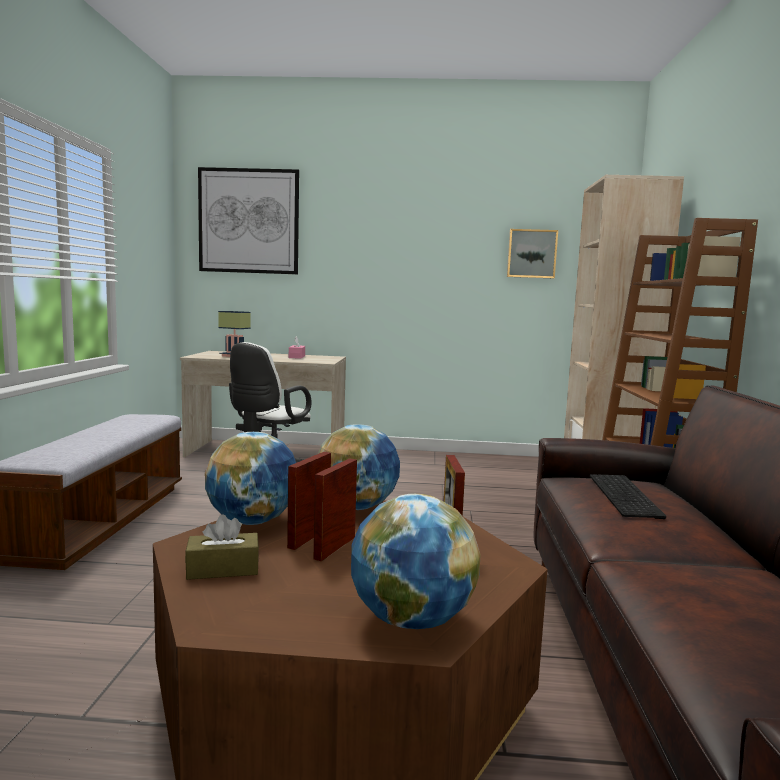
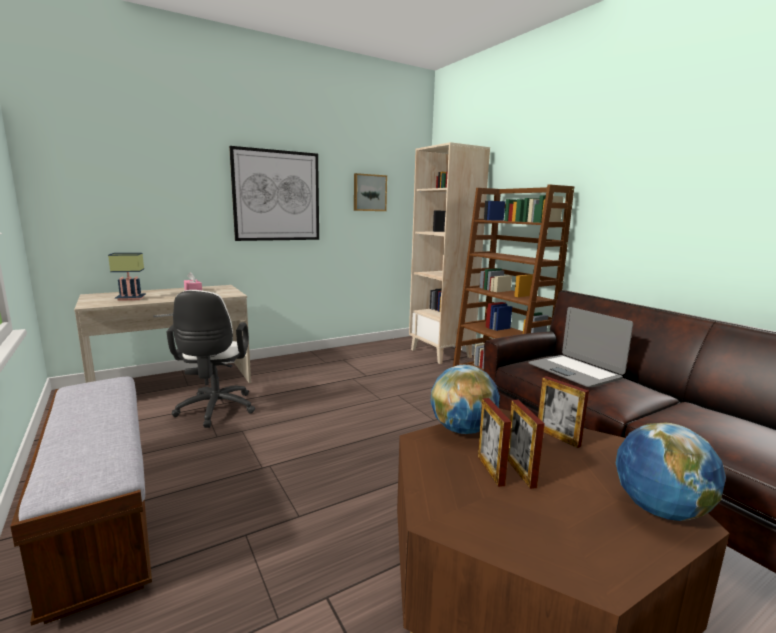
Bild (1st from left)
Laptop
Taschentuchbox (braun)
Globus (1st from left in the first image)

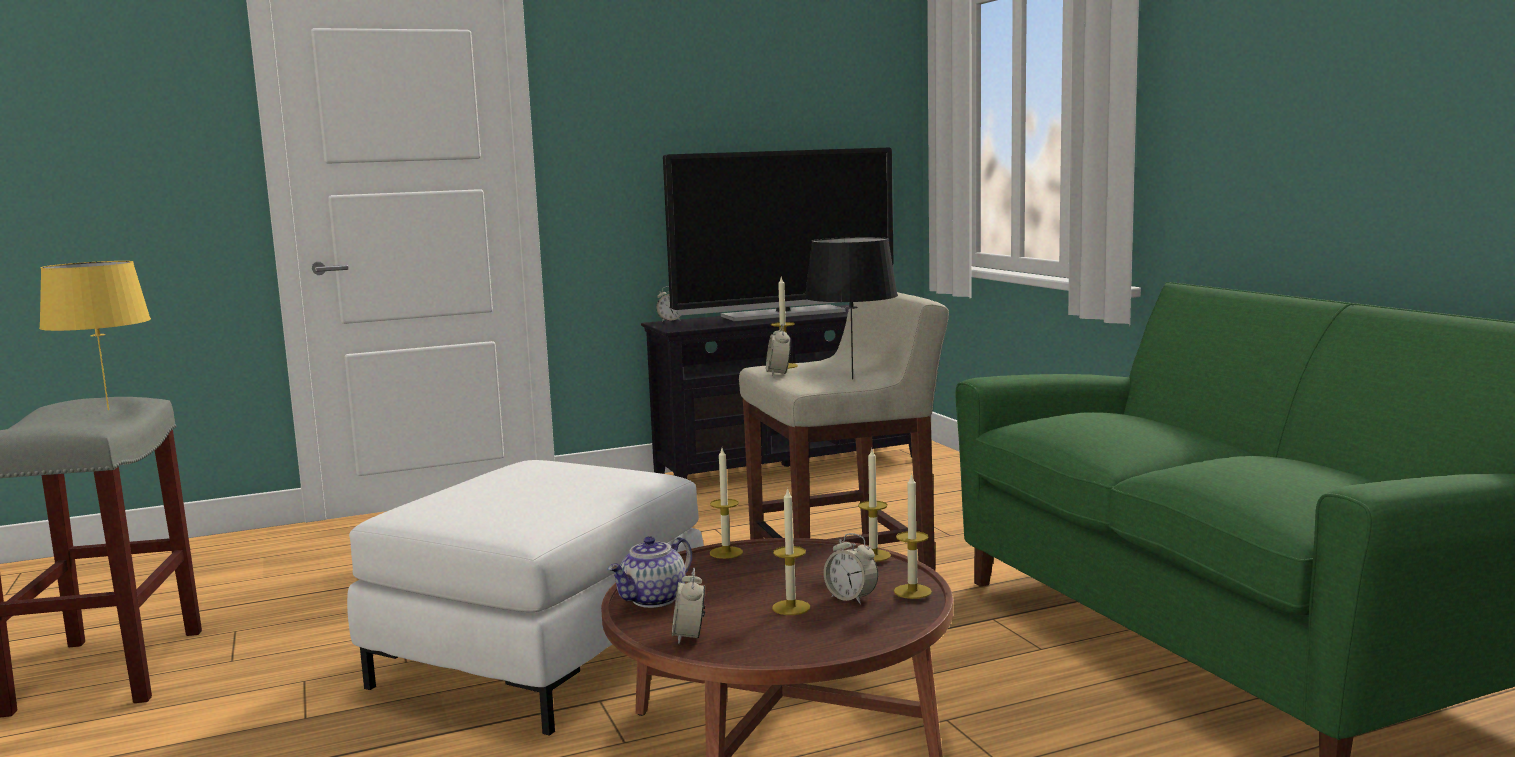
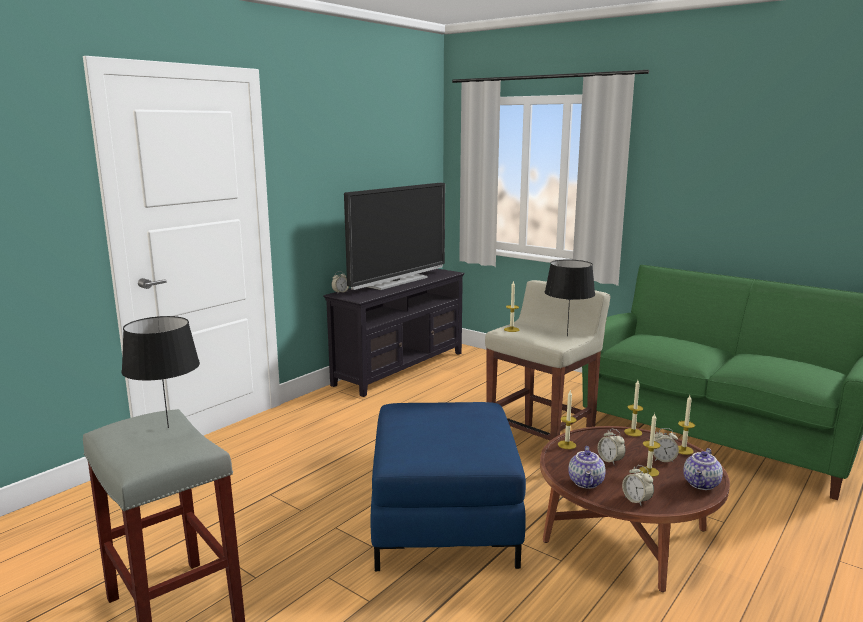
Tischlampe (schwarz) (1st from left)
Polsterhocker (blau)
Wecker (2nd from left)
Teekanne (2nd from left)

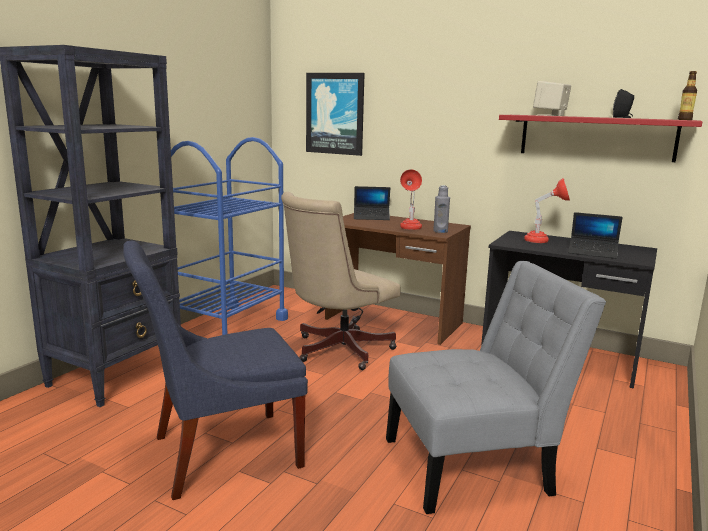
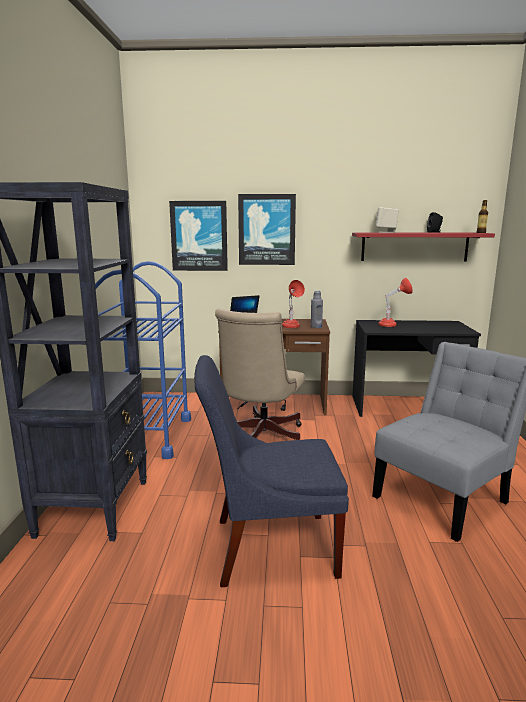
Stuhl (blau)
Bild (2nd from left)
Laptop (2nd from left in the first image)

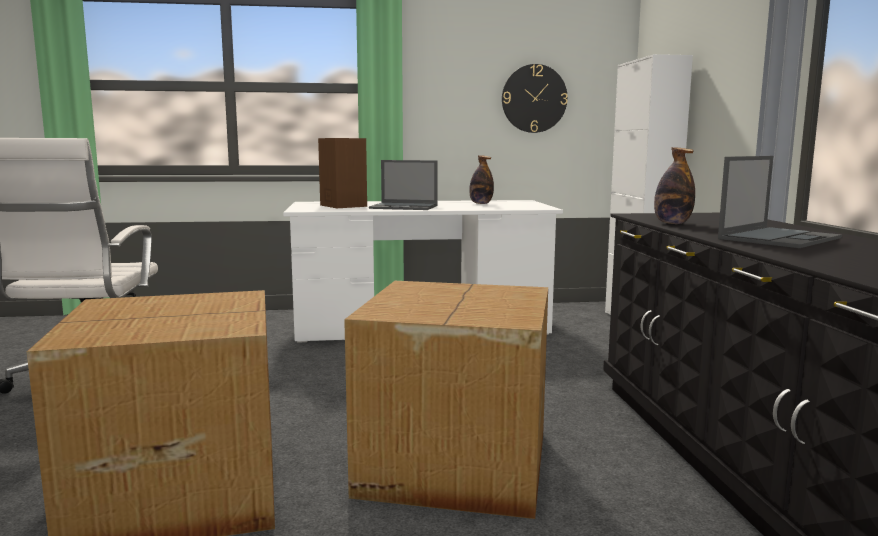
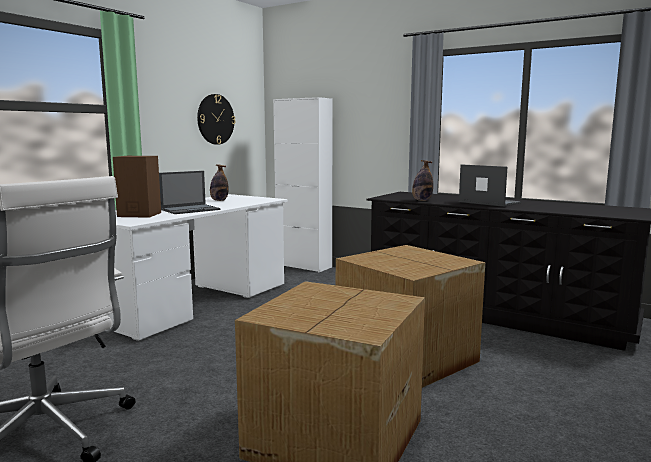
Laptop (2nd from left)

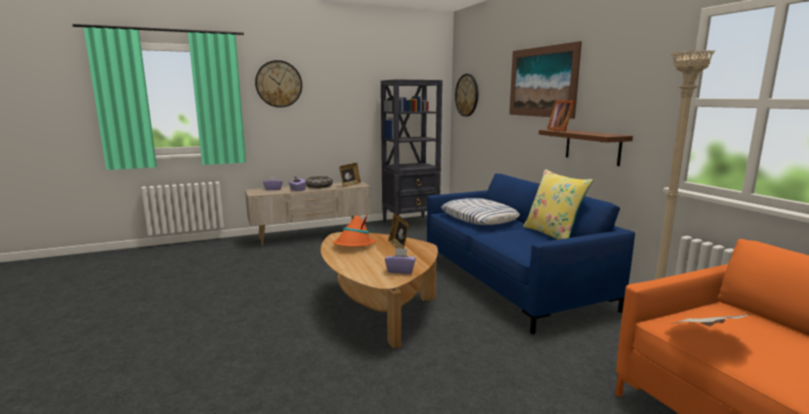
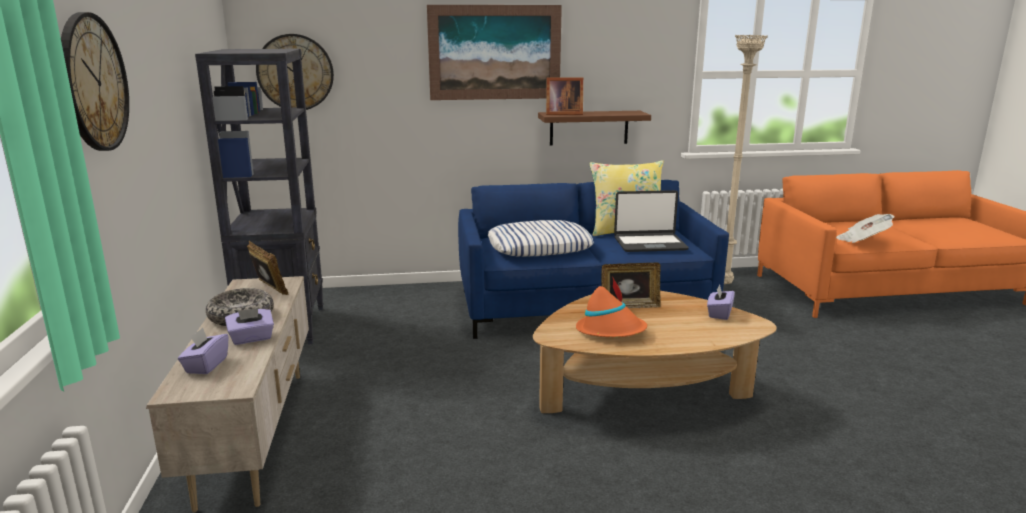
Laptop

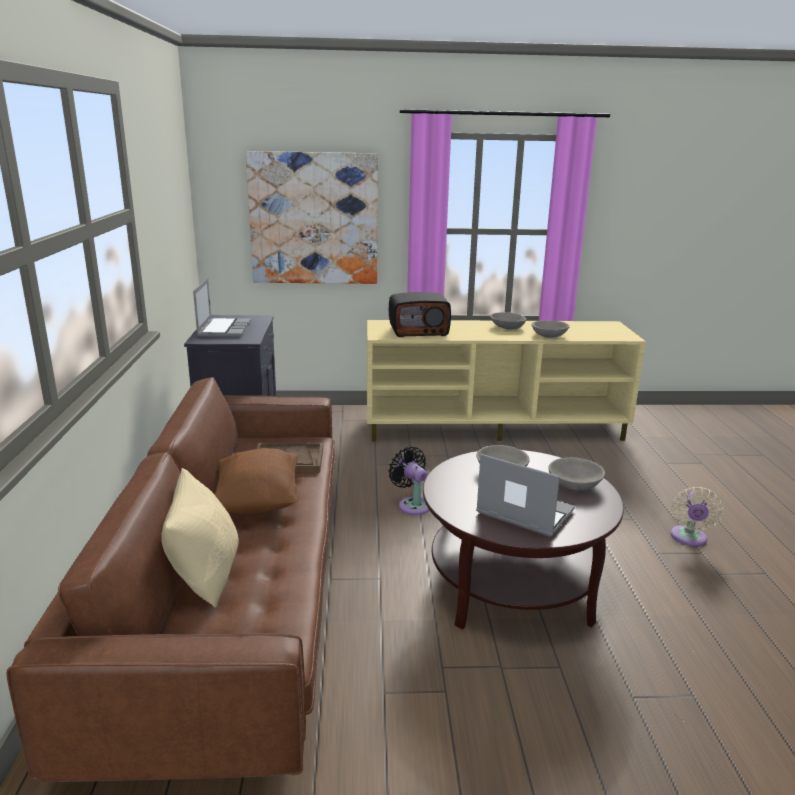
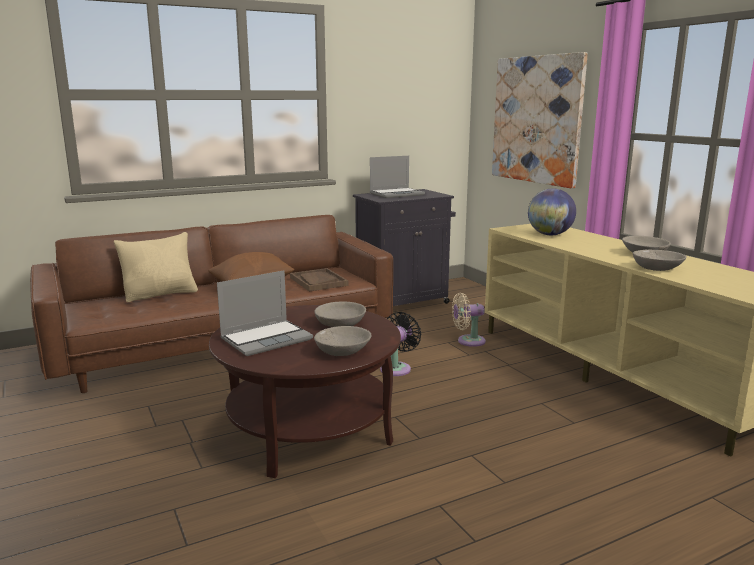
Laptop (1st from left)
Ventilator (beige)
Globus

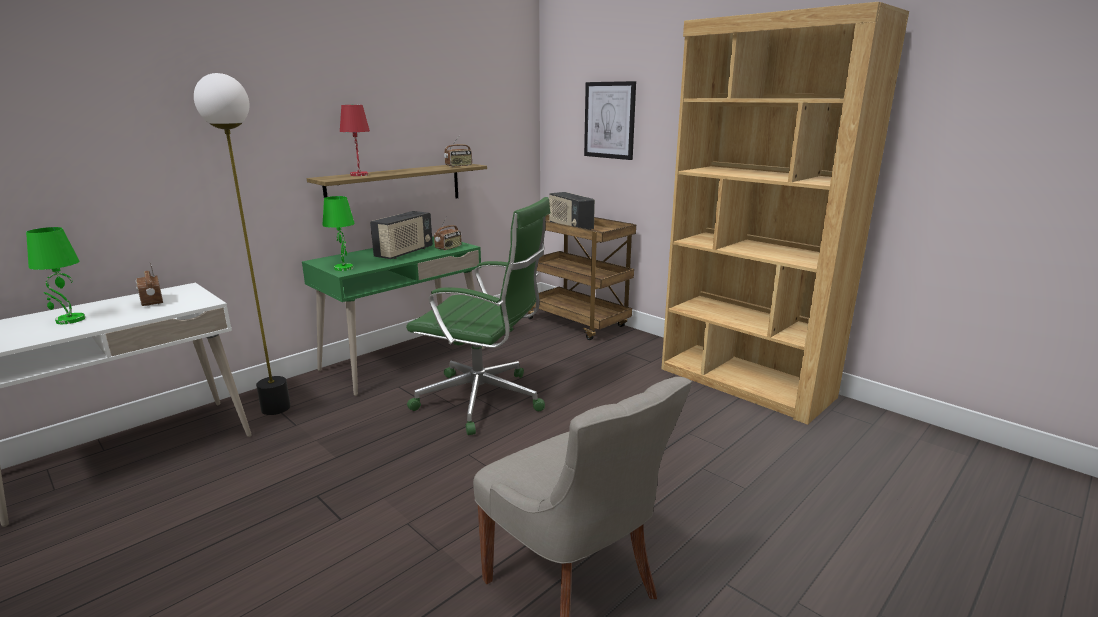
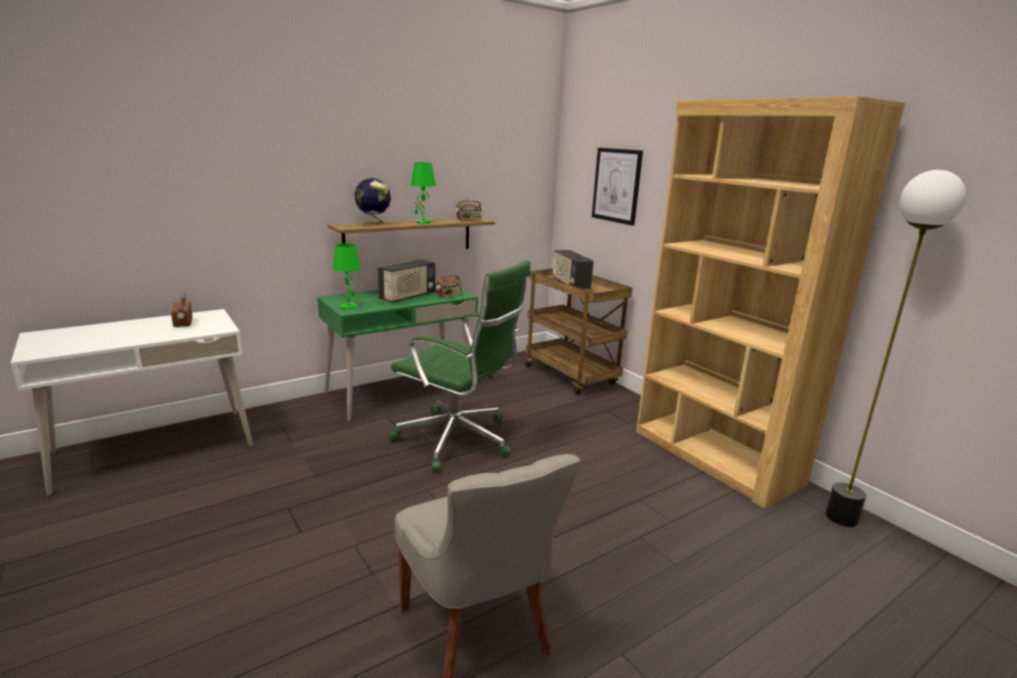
Globus
Tischlampe (grün) (2nd from left)
Stehlampe

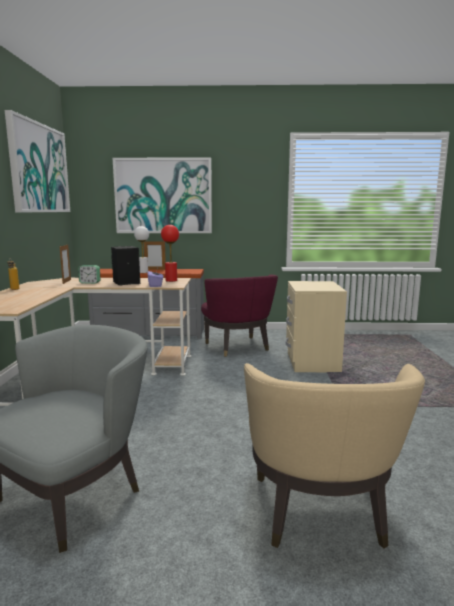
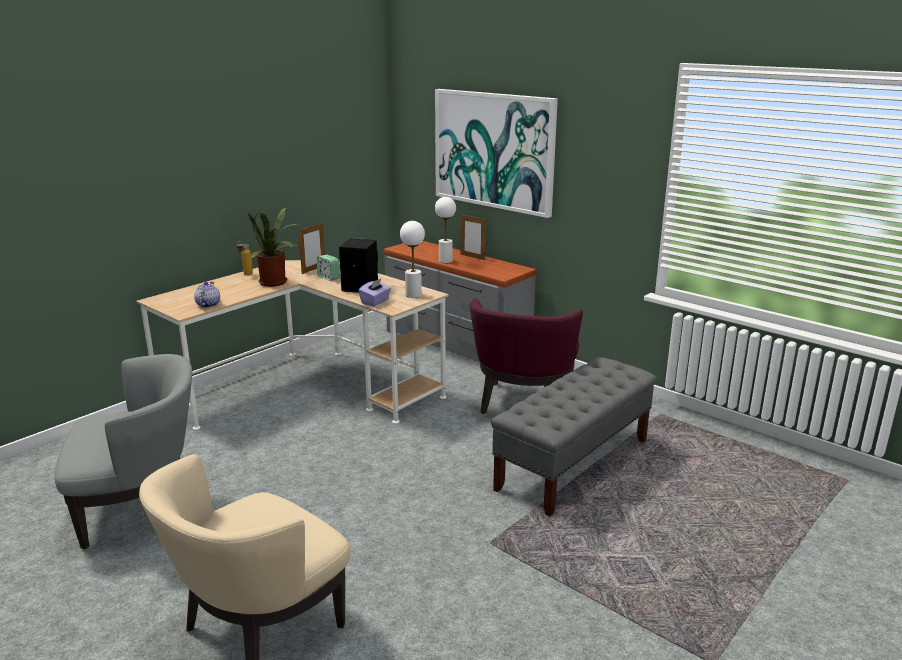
Teekanne
Topfpflanze
Tischlampe (weiß) (1st from left)
Bank (grau)
Bild (1st from left in the first image)

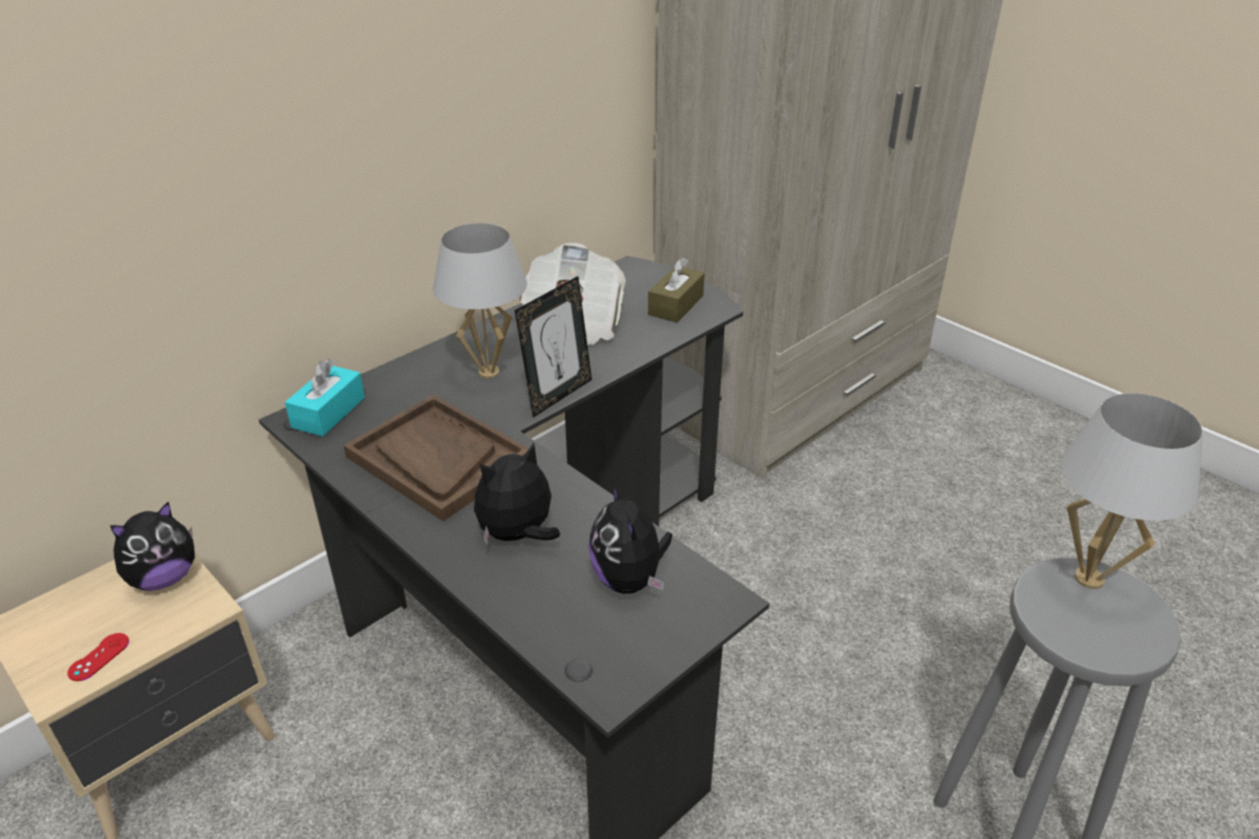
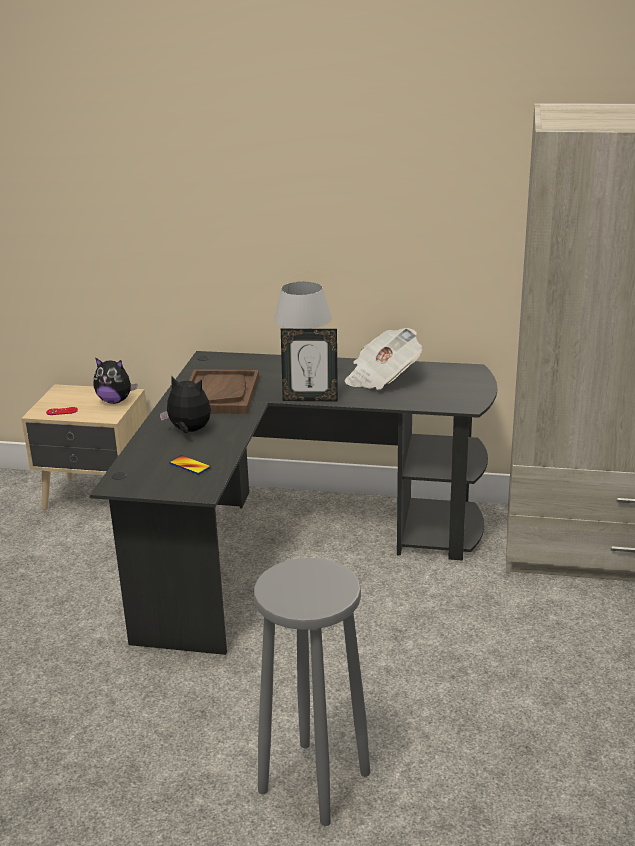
Handy
Taschentuchbox (türkis)
Taschentuchbox (braun)
Tischlampe (weiß) (2nd from left in the first image)

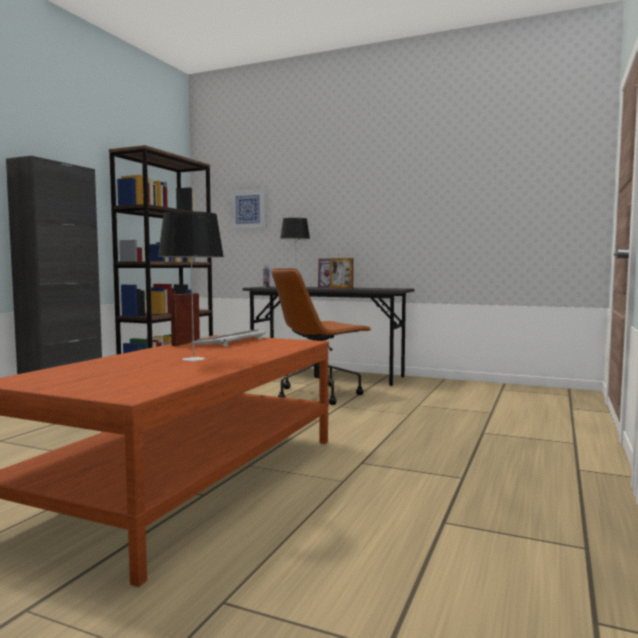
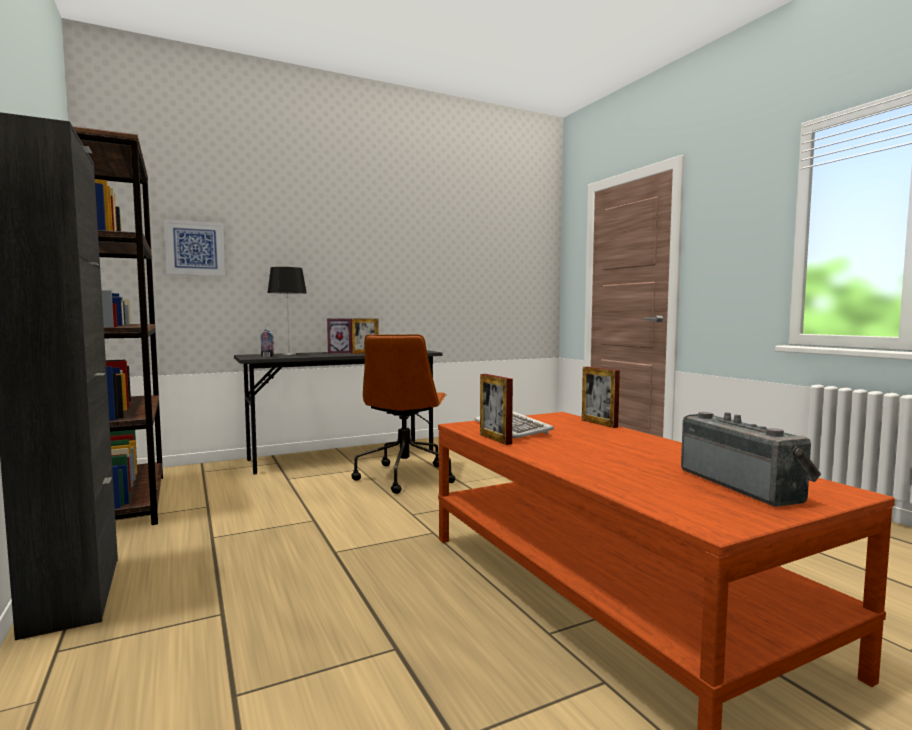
Bilderrahmen (4th from left)
Radio
Tischlampe (1st from left in the first image)

